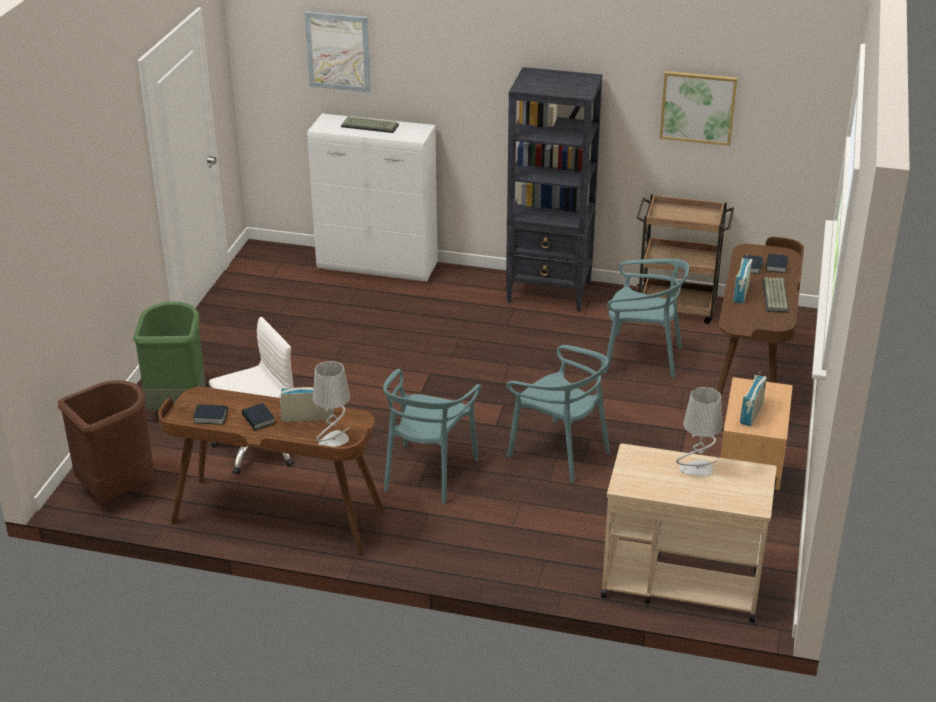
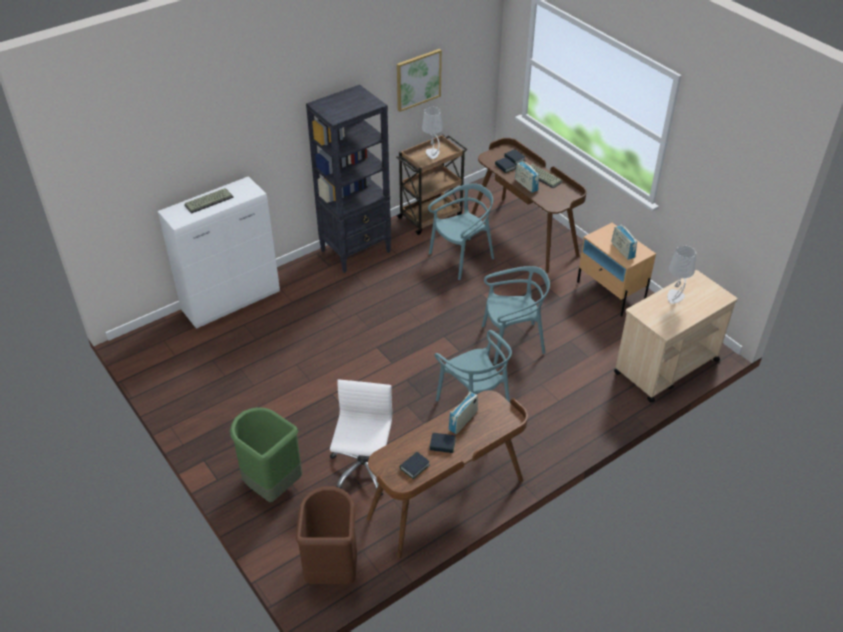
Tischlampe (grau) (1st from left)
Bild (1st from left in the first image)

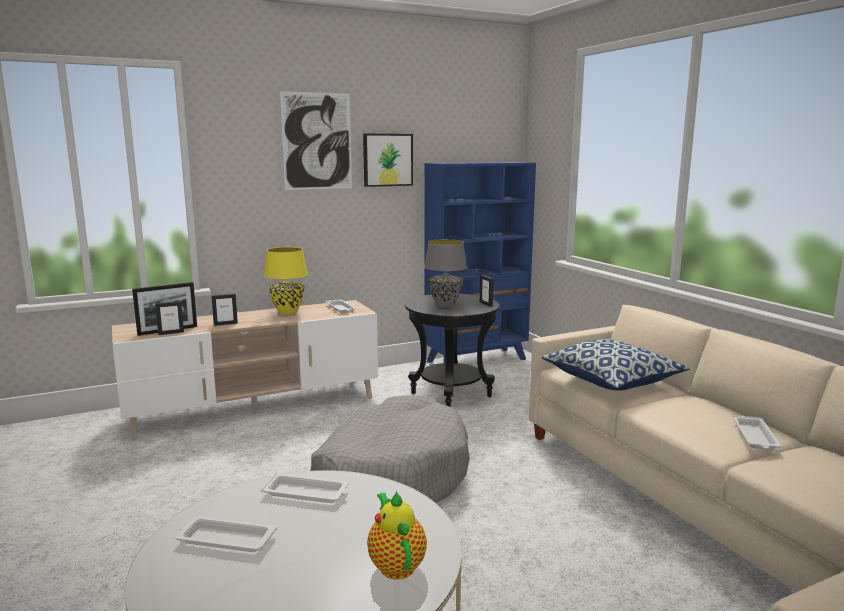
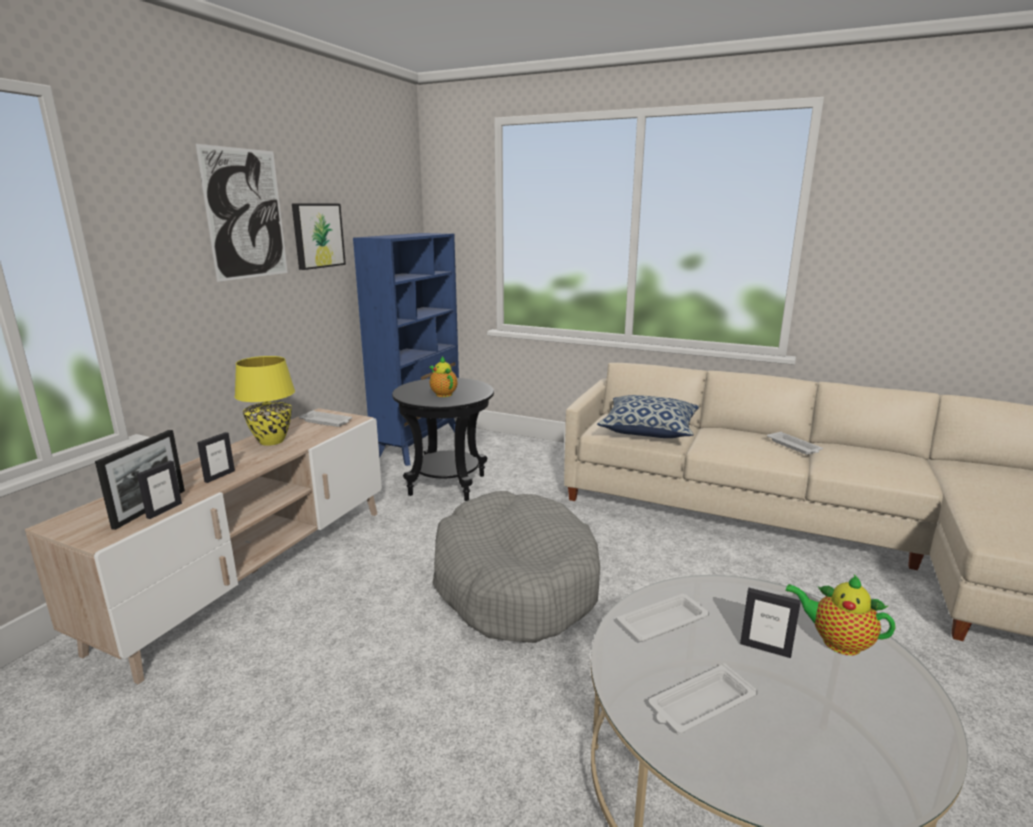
Teekanne (1st from left)
Bilderrahmen (4th from left)

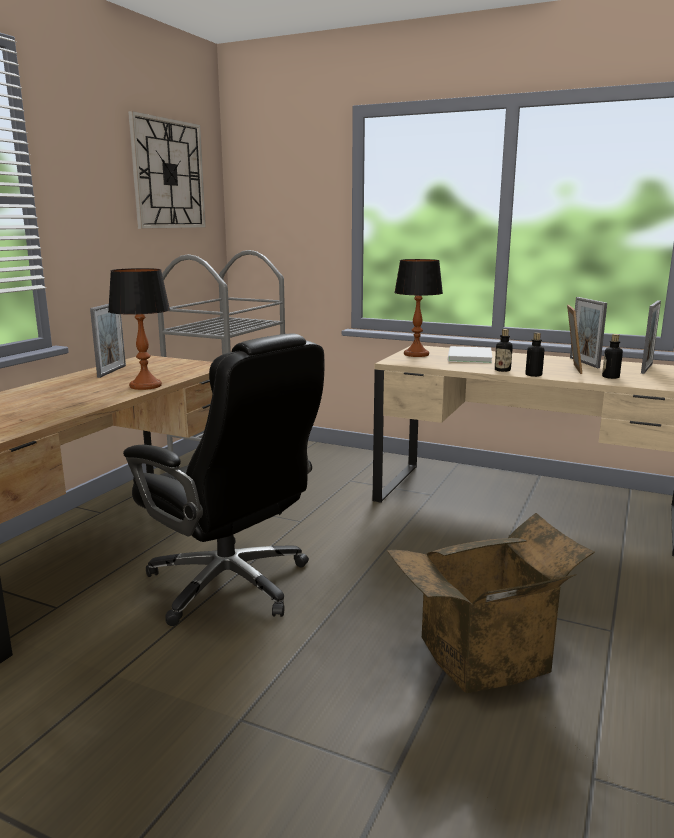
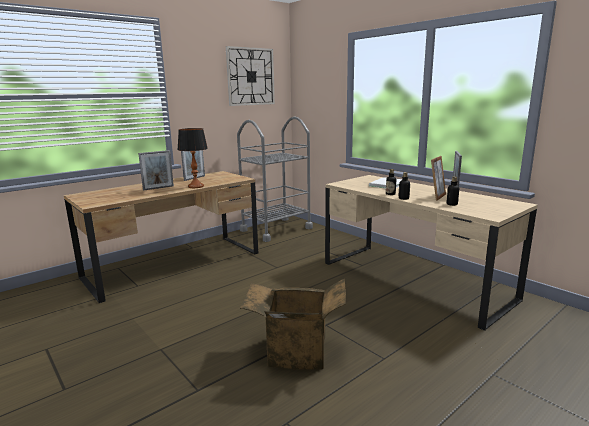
Bilderrahmen (1st from left)
Bürostuhl (schwarz)
Tischlampe (2nd from left in the first image)

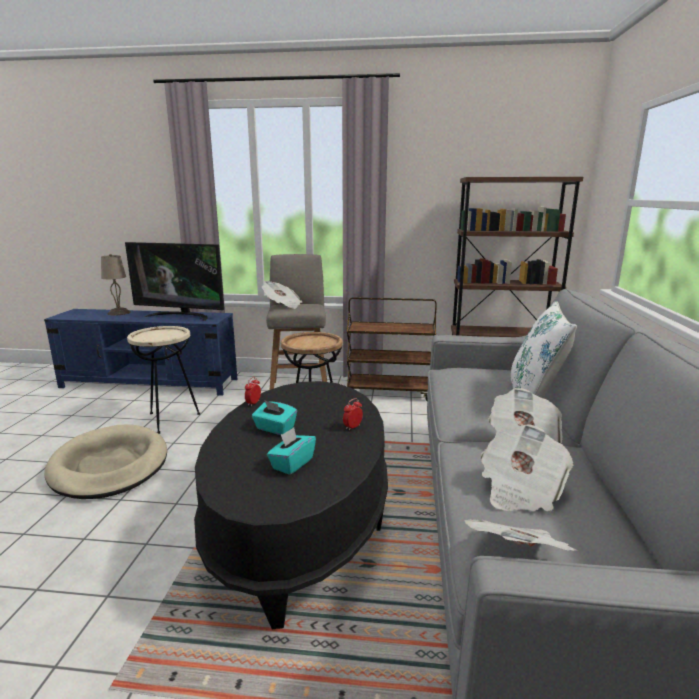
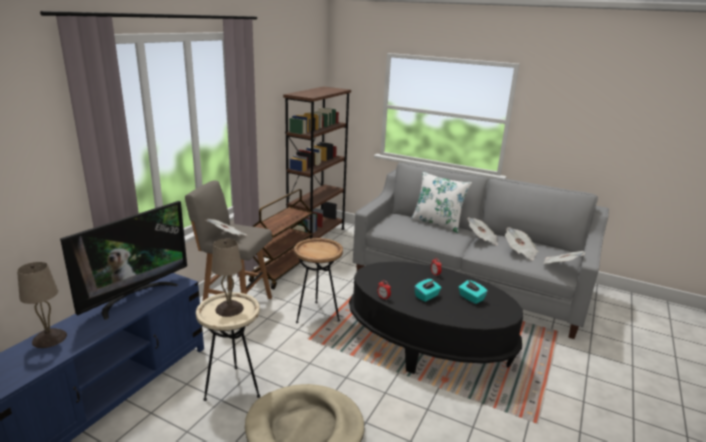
Tischlampe (beige) (2nd from left)

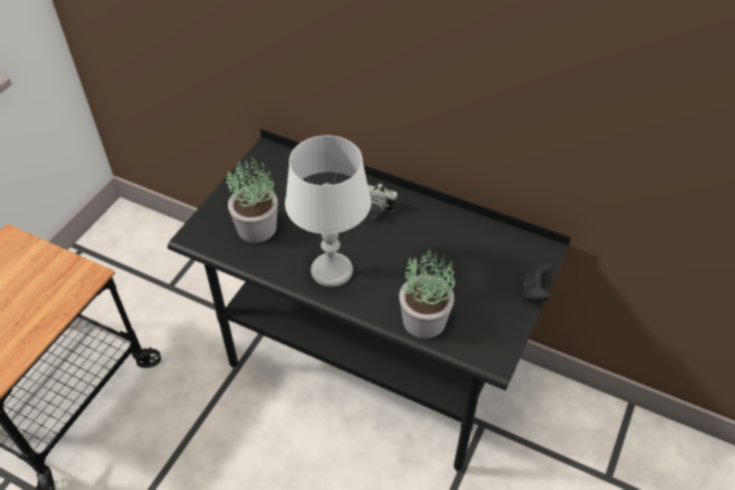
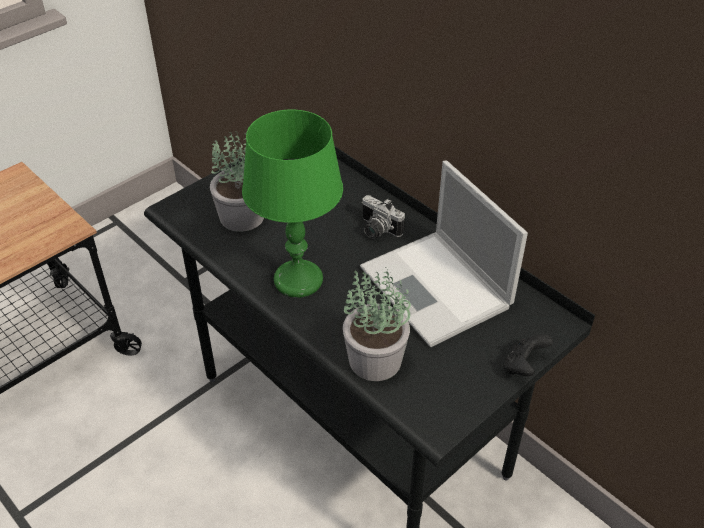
Tischlampe (grün)
Laptop

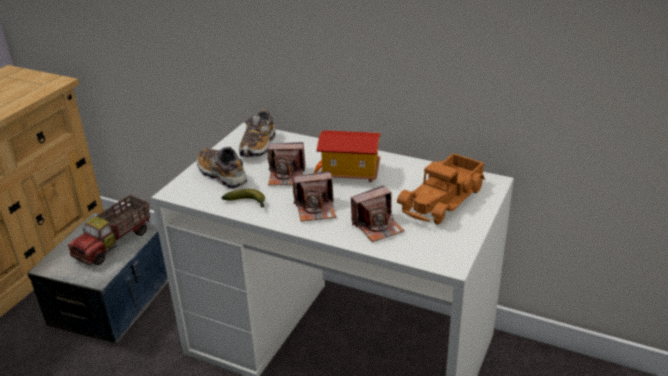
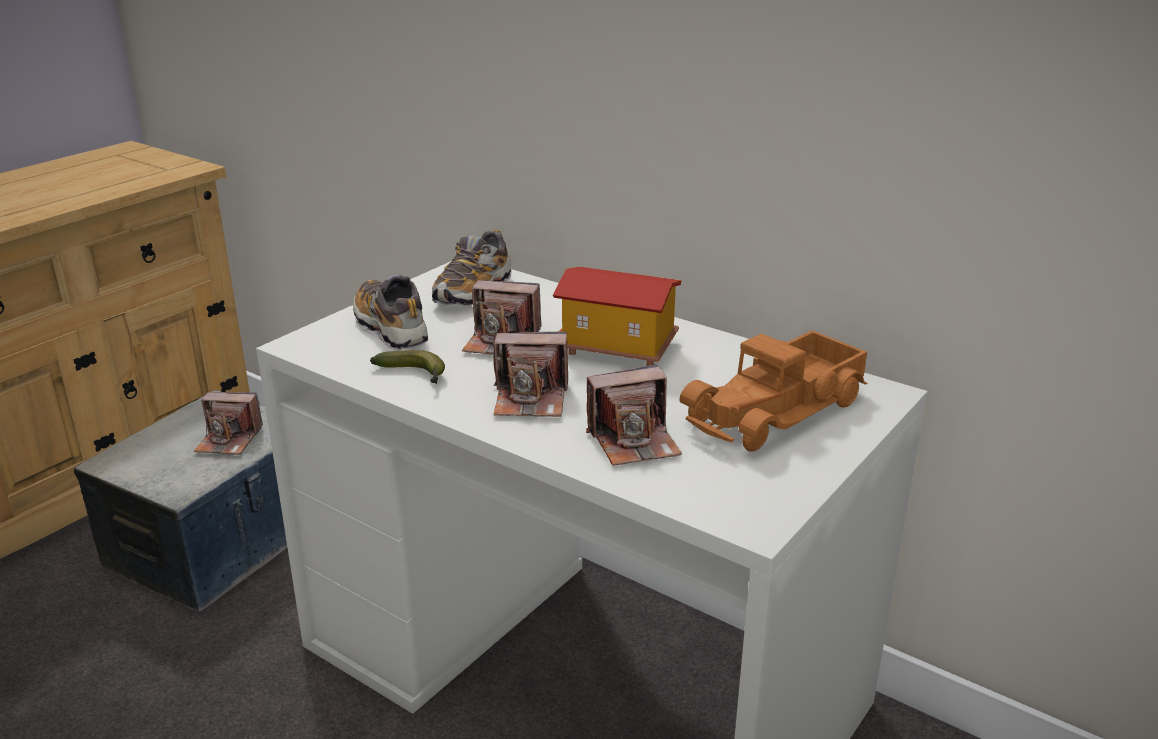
Kamera (1st from left)

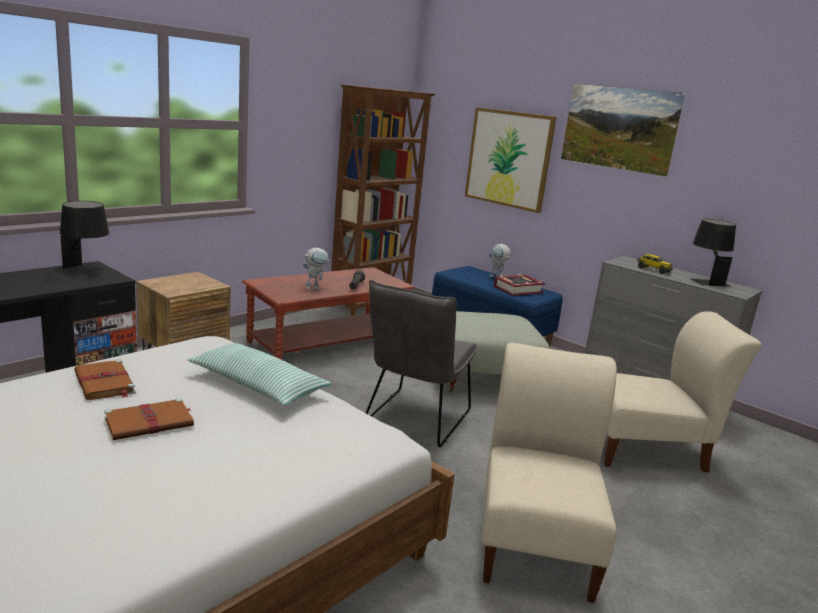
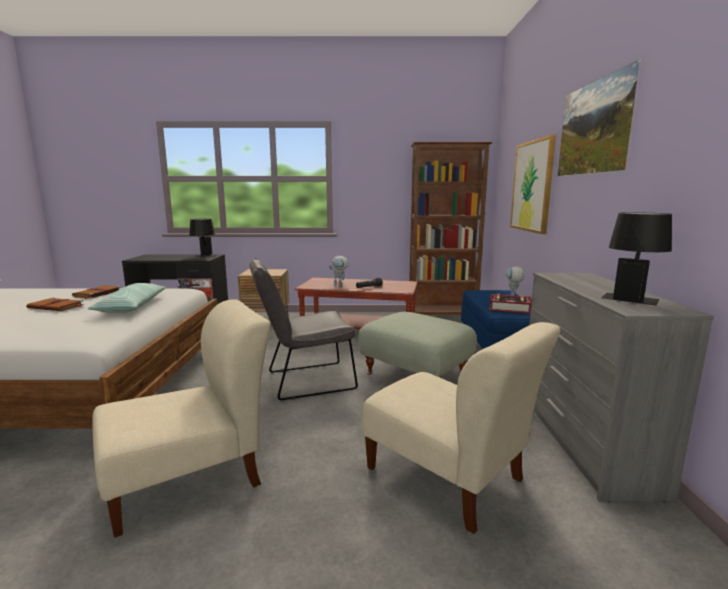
Spielzeuglaster

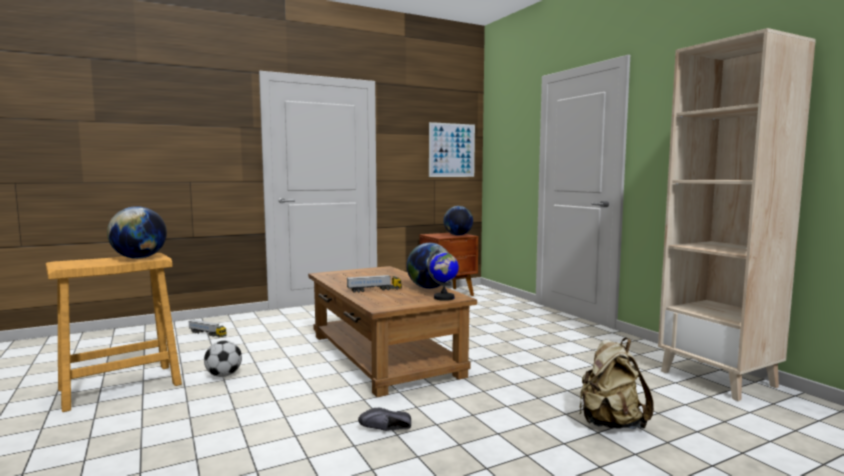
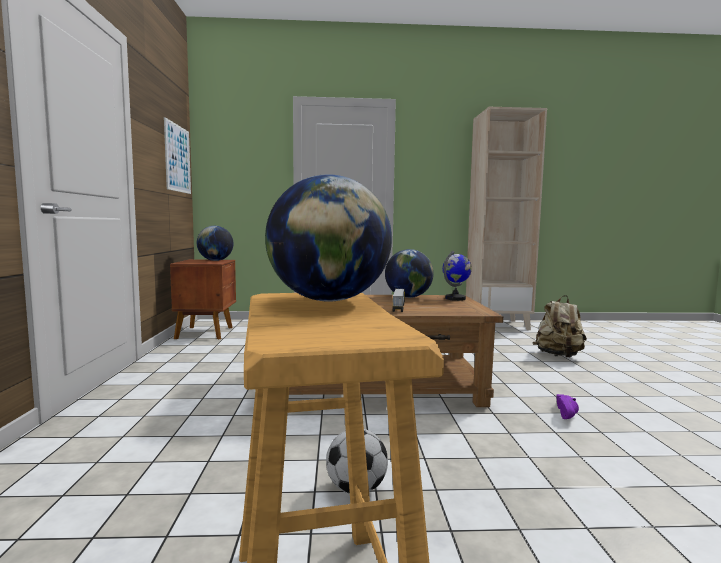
Schuh (lila)
Spielzeuglaster (1st from left in the first image)

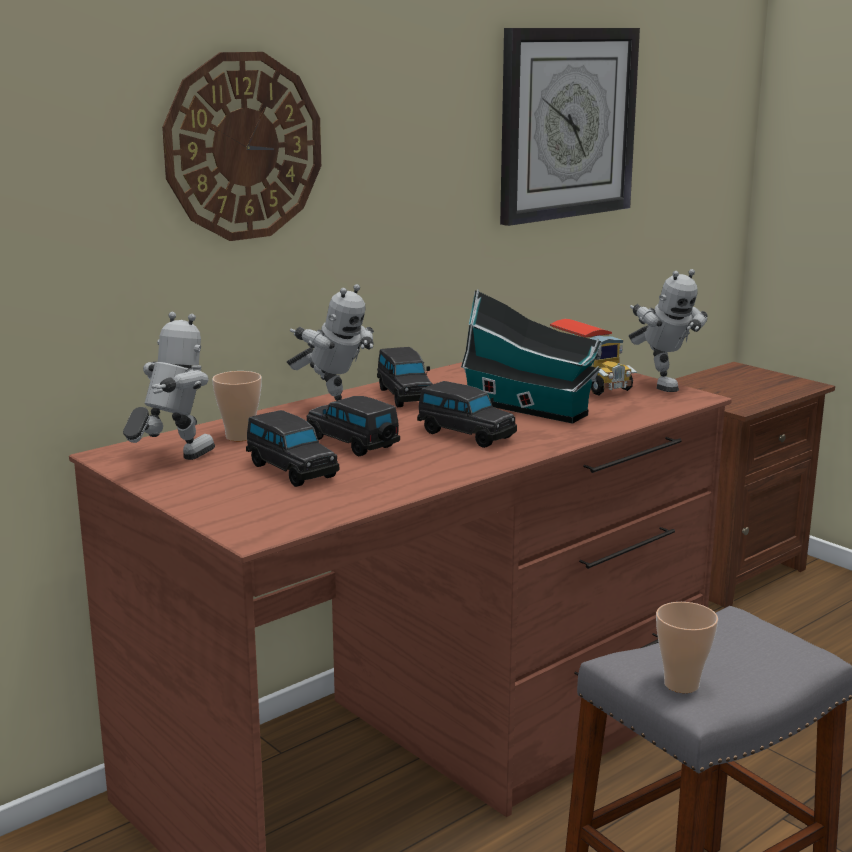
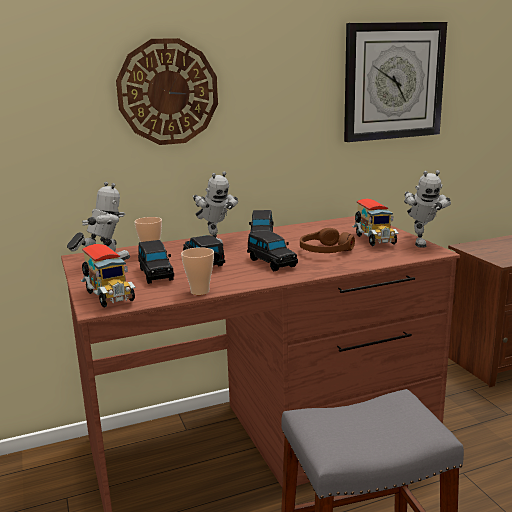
Spielzeuglaster (1st from left)
Tasse (2nd from left)
Kopfhörer (braun)

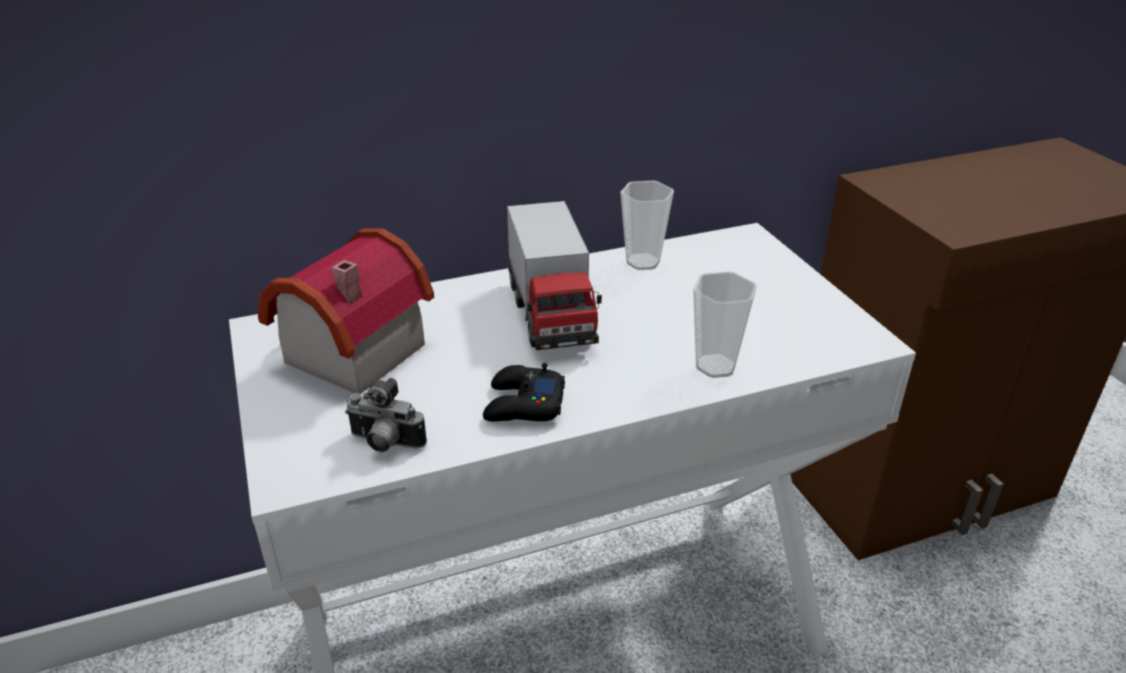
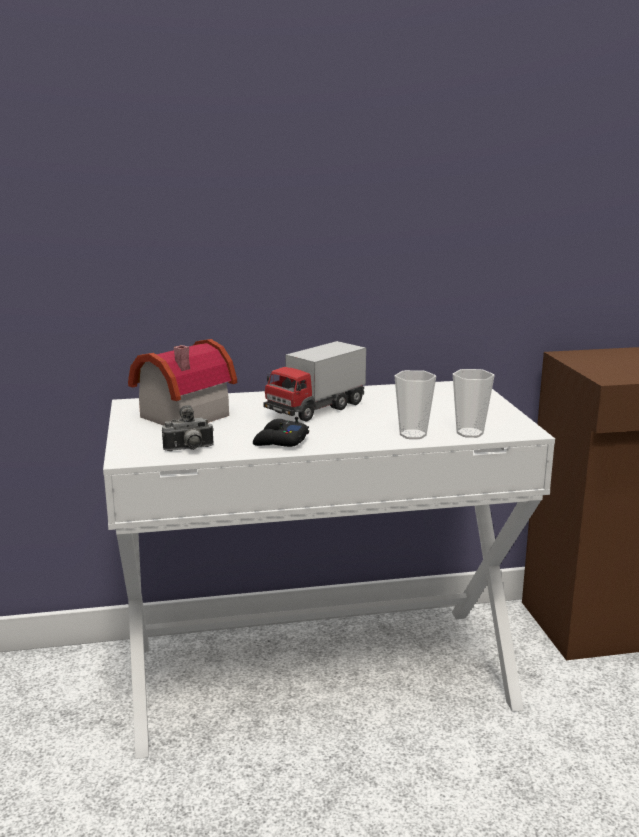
Kamera
Spielzeuglaster
Tasse (2nd from left)

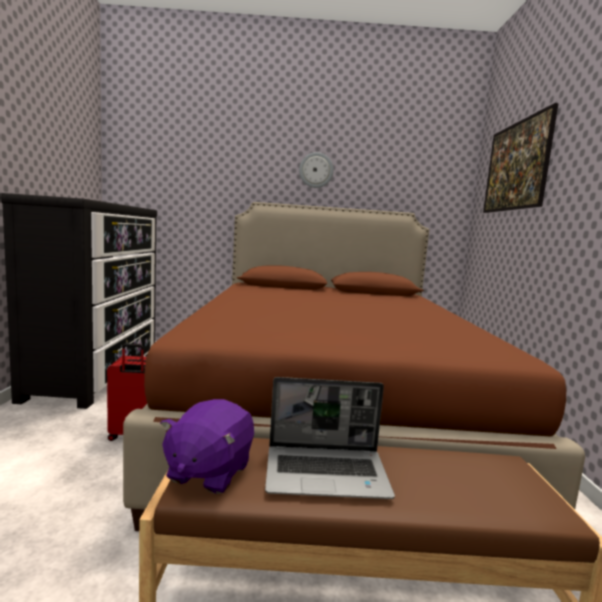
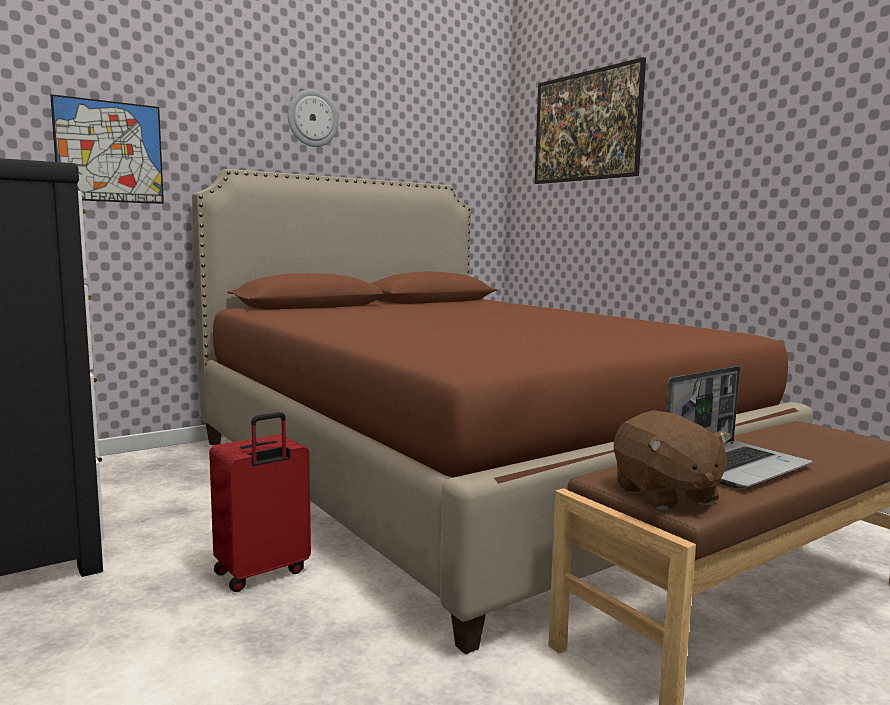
Bild (1st from left)
Plüschtier (braun)

